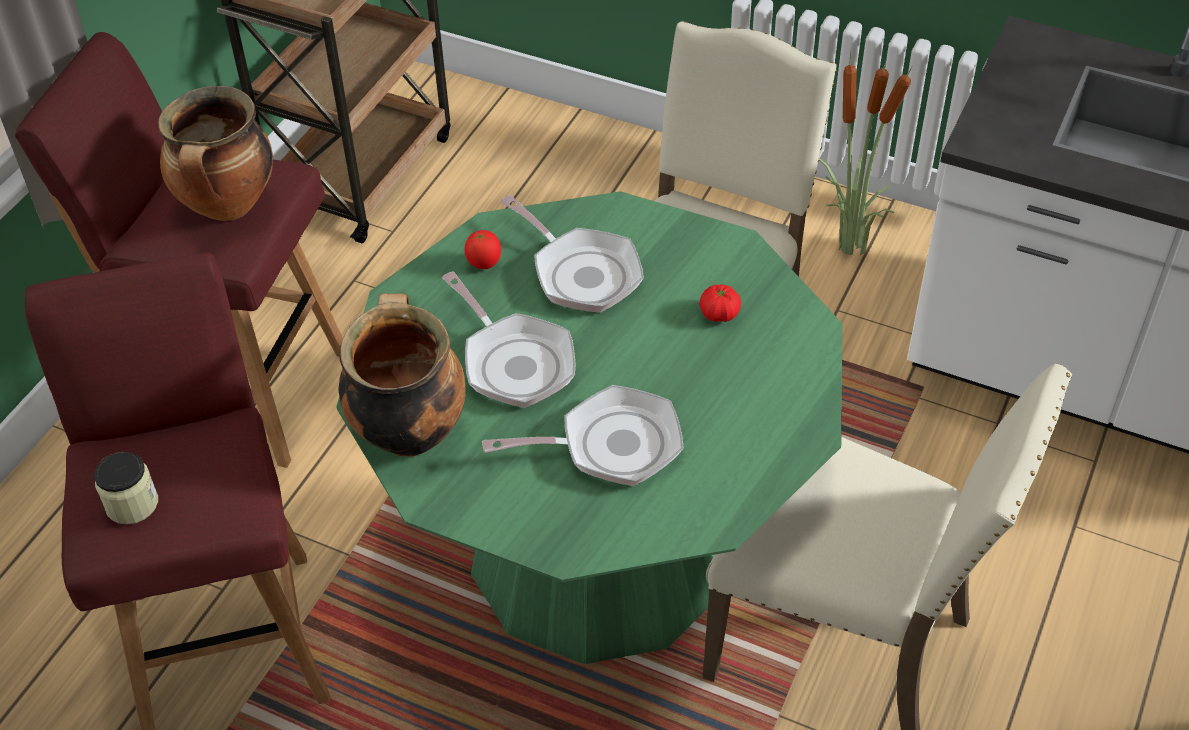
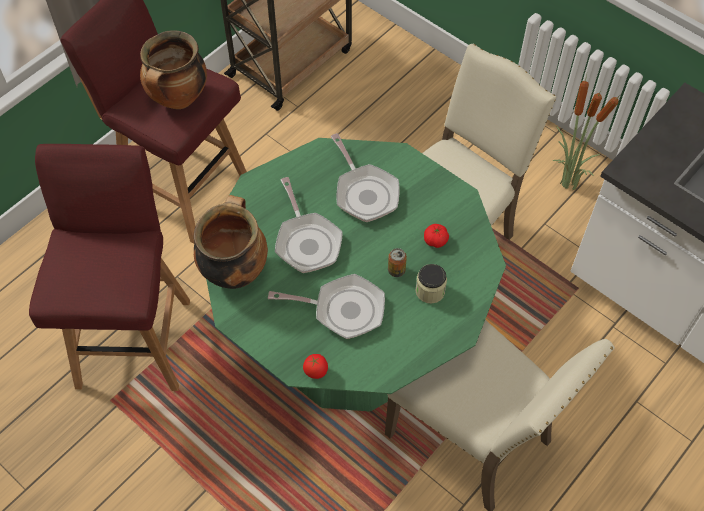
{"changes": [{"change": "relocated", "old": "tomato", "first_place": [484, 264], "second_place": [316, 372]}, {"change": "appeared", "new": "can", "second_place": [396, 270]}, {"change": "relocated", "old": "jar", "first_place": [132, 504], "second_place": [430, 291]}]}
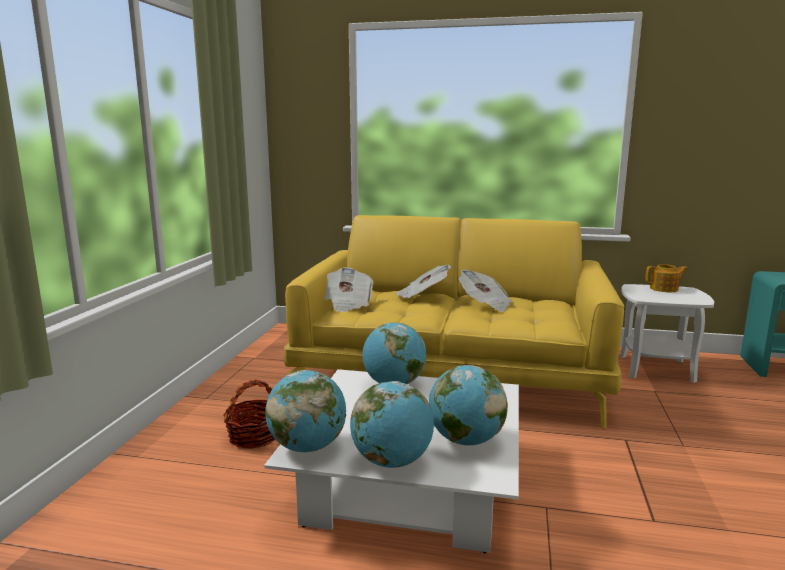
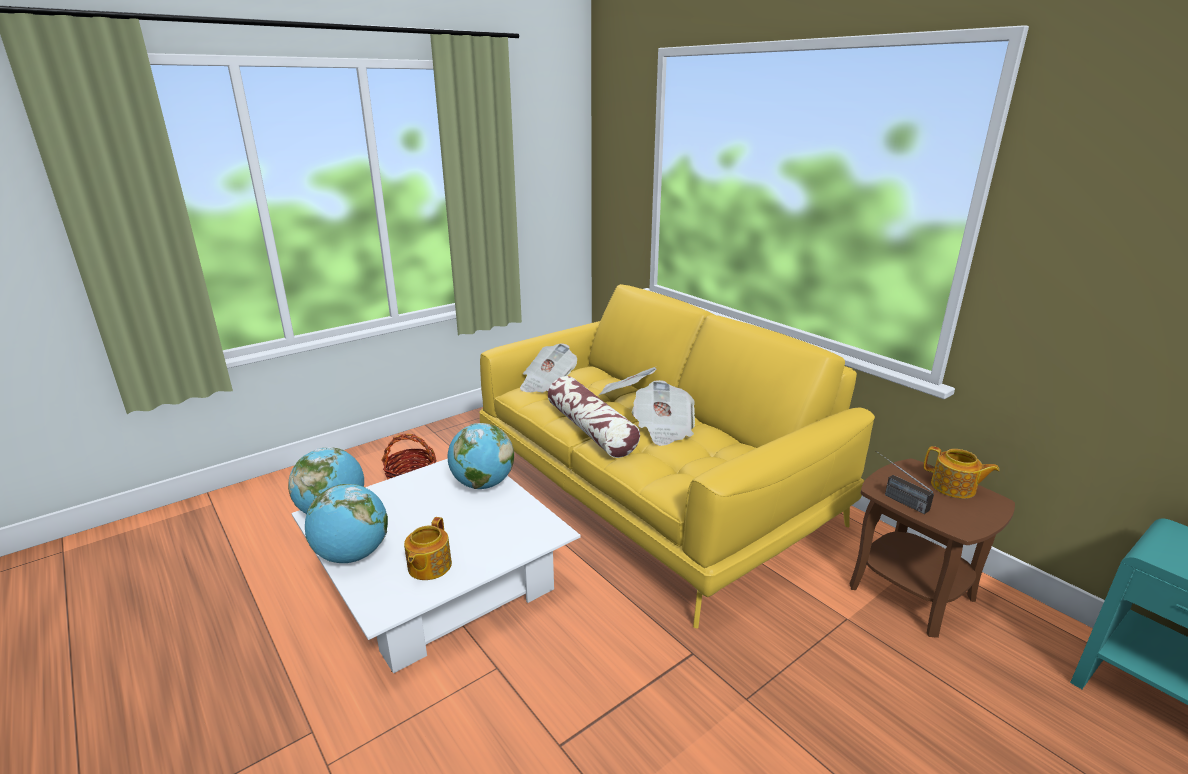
{"changes": [{"change": "exchanged", "old": "globe", "new": "teapot", "first_place": [465, 440], "second_place": [428, 566]}, {"change": "appeared", "new": "pillow", "second_place": [591, 430]}, {"change": "colour", "old": "white side table", "new": "brown side table", "first_place": [656, 368], "second_place": [911, 592]}, {"change": "appeared", "new": "radio", "second_place": [895, 498]}]}
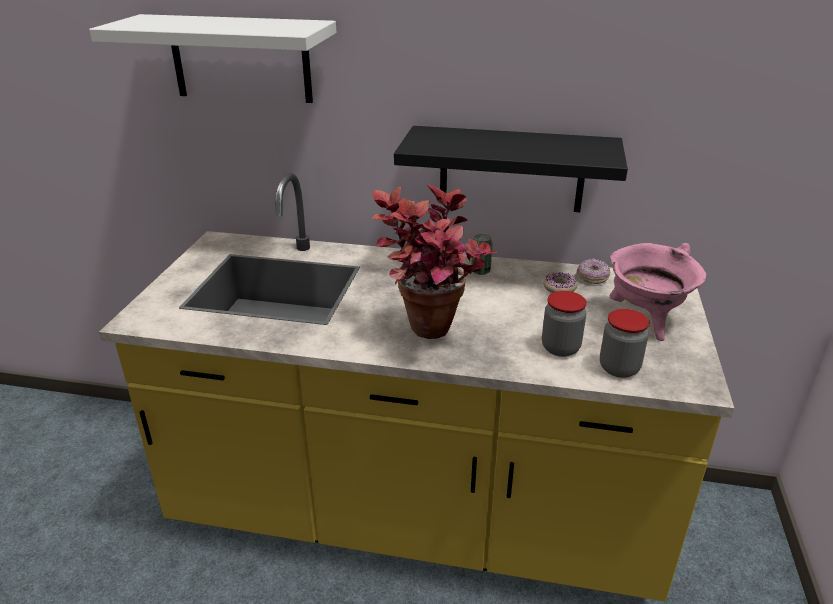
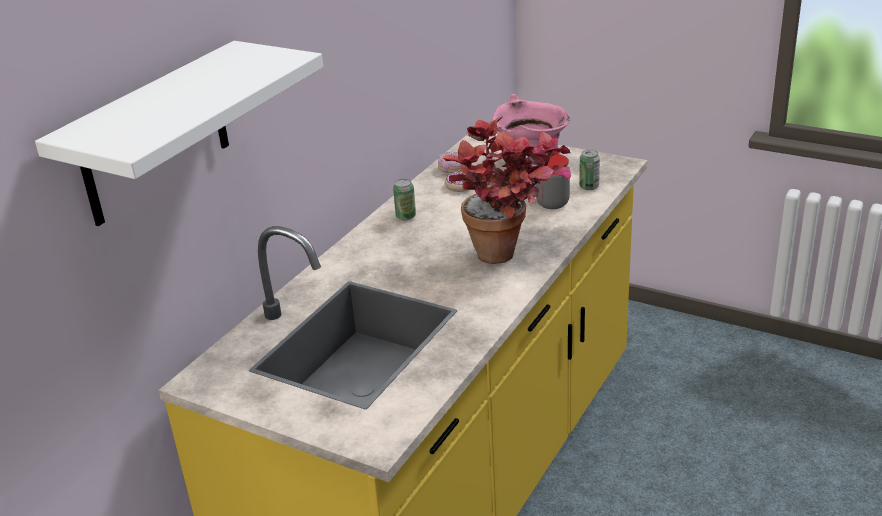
{"changes": [{"change": "exchanged", "old": "jar", "new": "can", "first_place": [619, 368], "second_place": [589, 186]}, {"change": "missing", "old": "black shelf", "first_place": [511, 169]}]}
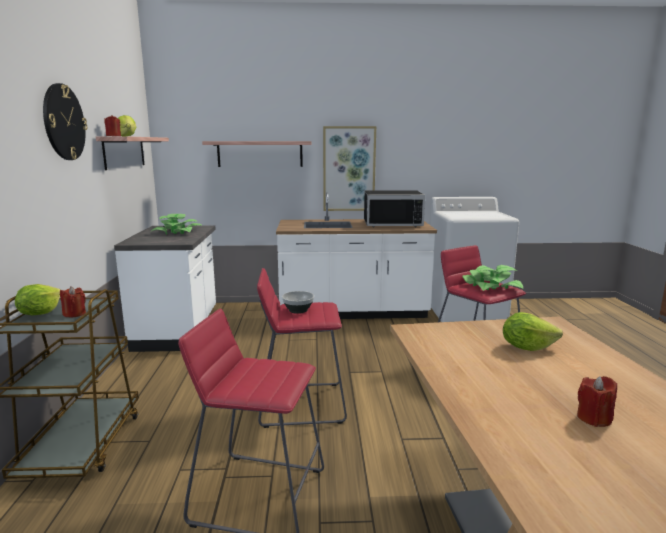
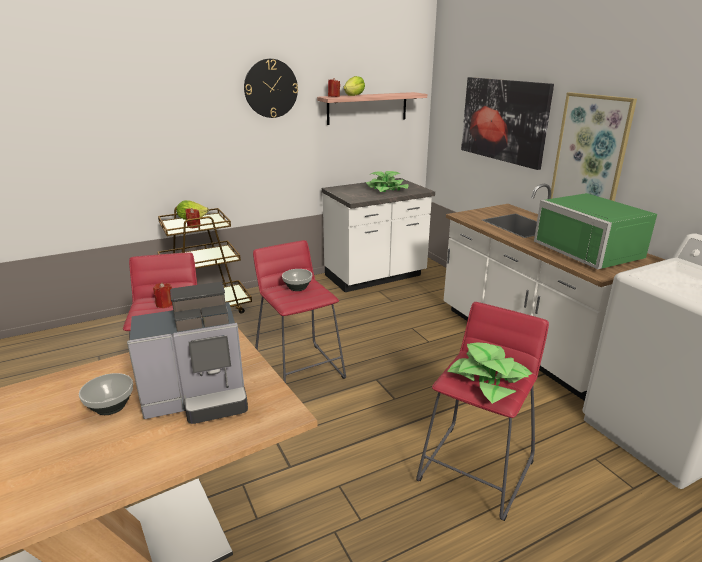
{"changes": [{"change": "appeared", "new": "bowl", "second_place": [111, 406]}, {"change": "exchanged", "old": "lettuce", "new": "coffee machine", "first_place": [527, 347], "second_place": [199, 398]}, {"change": "relocated", "old": "red candle", "first_place": [594, 418], "second_place": [164, 304]}, {"change": "exchanged", "old": "shelf", "new": "picture", "first_place": [260, 154], "second_place": [503, 120]}, {"change": "colour", "old": "black microwave", "new": "green microwave", "first_place": [392, 223], "second_place": [592, 251]}]}
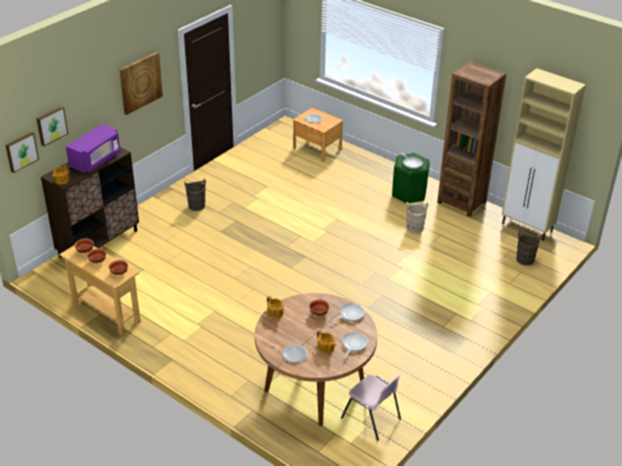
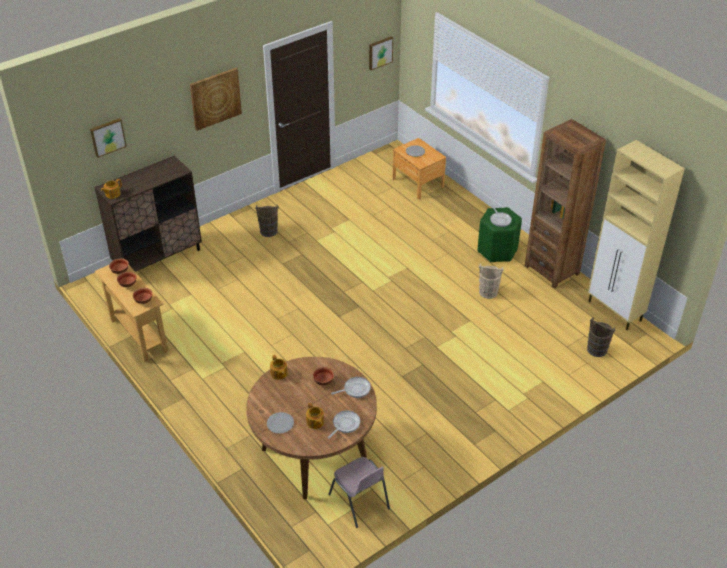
{"changes": [{"change": "relocated", "old": "picture", "first_place": [21, 151], "second_place": [380, 52]}, {"change": "missing", "old": "purple microwave", "first_place": [96, 160]}]}
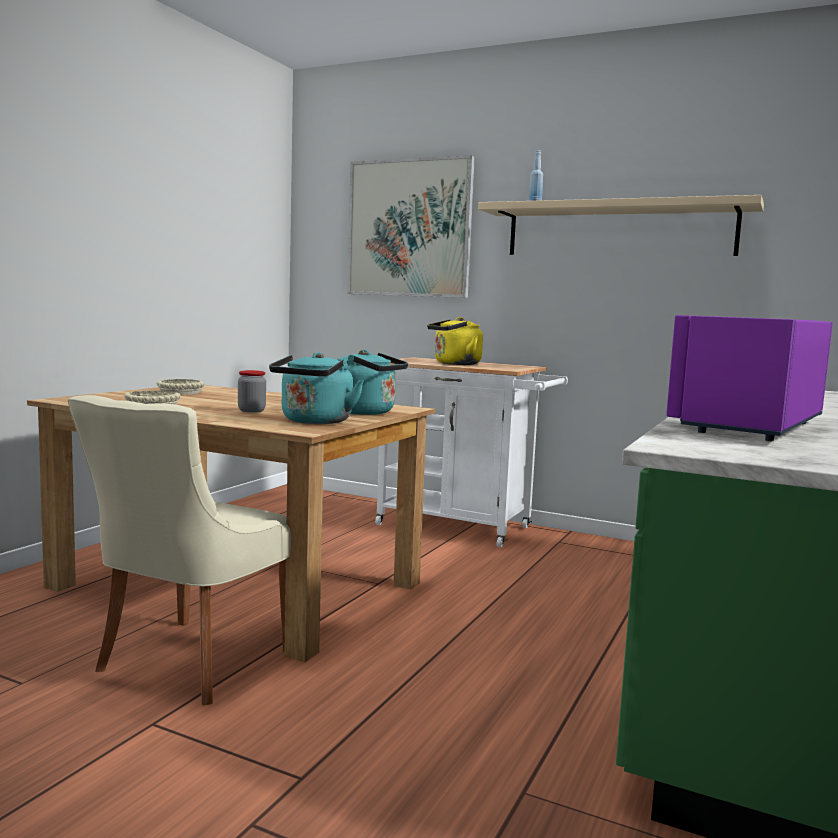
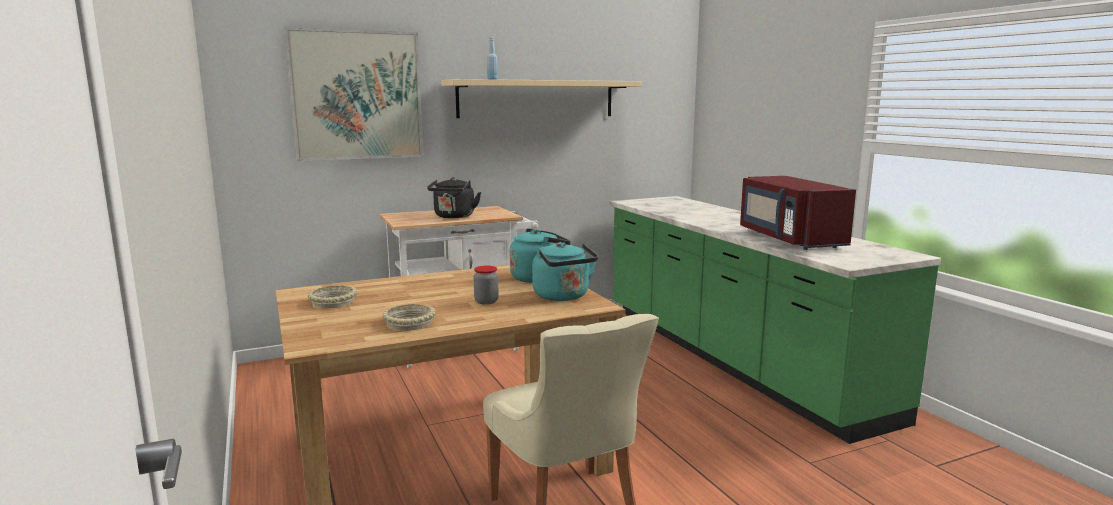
{"changes": [{"change": "colour", "old": "yellow kettle", "new": "black kettle", "first_place": [454, 364], "second_place": [453, 217]}, {"change": "colour", "old": "purple microwave", "new": "red microwave", "first_place": [746, 426], "second_place": [789, 239]}]}
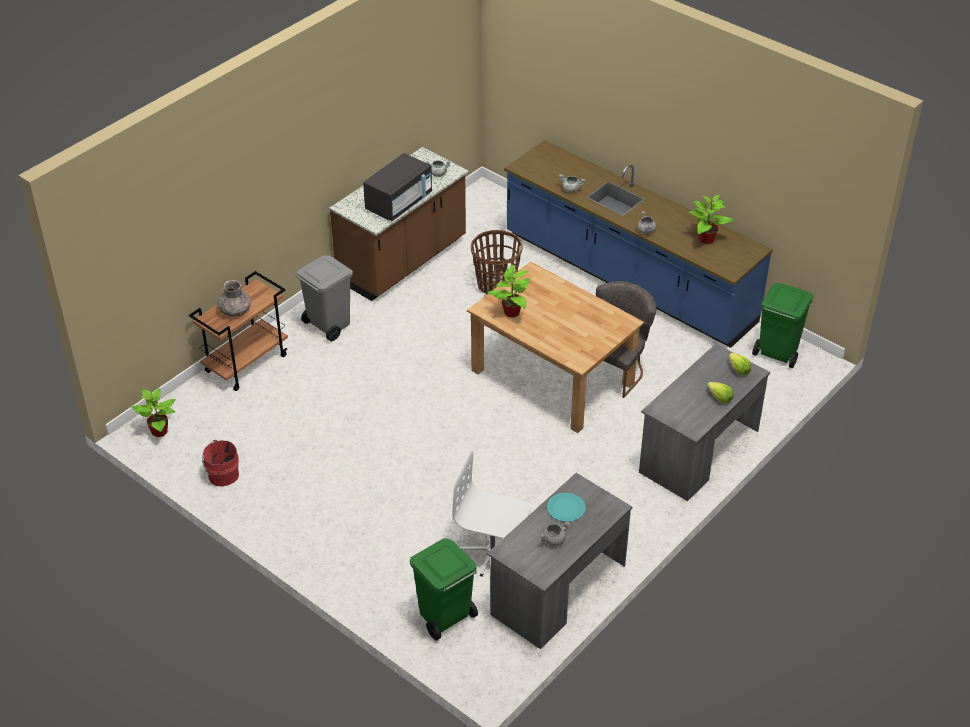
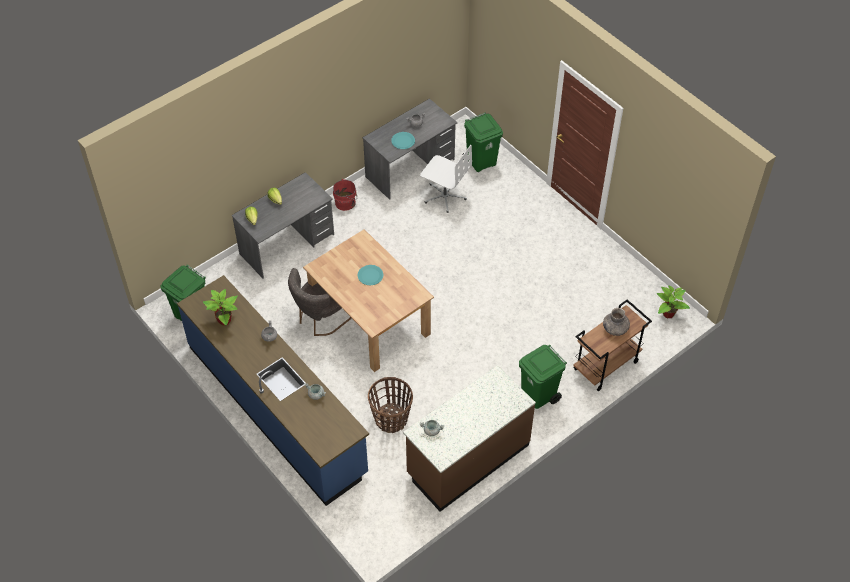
{"changes": [{"change": "relocated", "old": "red bucket", "first_place": [222, 475], "second_place": [346, 202]}, {"change": "appeared", "new": "turquoise plate", "second_place": [370, 275]}, {"change": "colour", "old": "grey trash can", "new": "green trash can", "first_place": [328, 325], "second_place": [539, 395]}, {"change": "missing", "old": "black microwave", "first_place": [399, 203]}, {"change": "missing", "old": "potted plant", "first_place": [511, 312]}]}
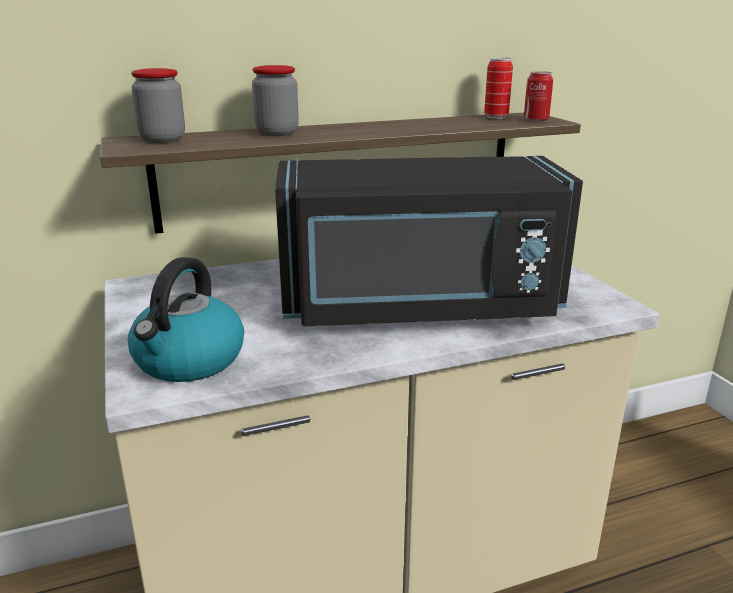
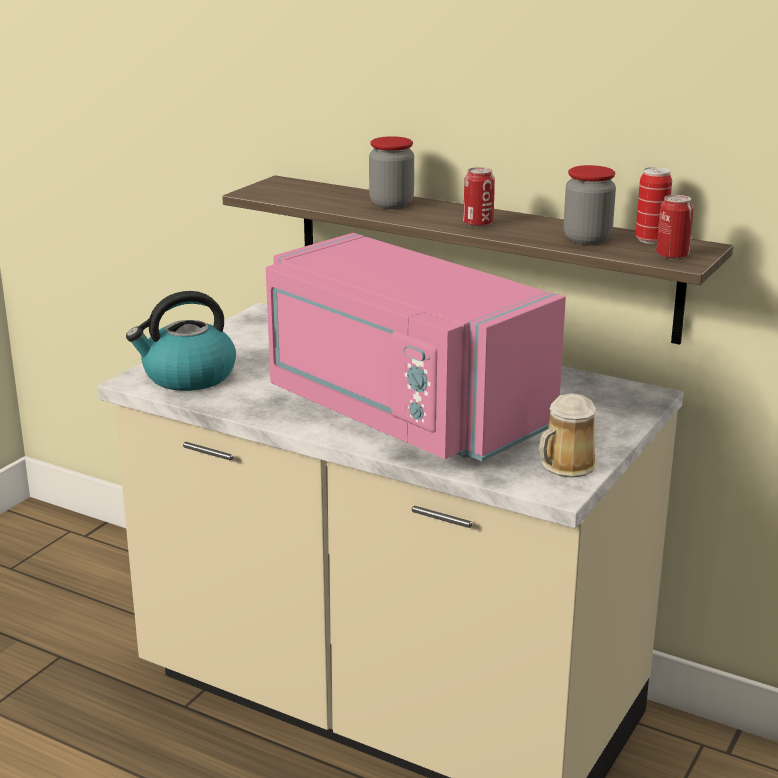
{"changes": [{"change": "colour", "old": "black microwave", "new": "pink microwave", "first_place": [419, 306], "second_place": [401, 412]}, {"change": "appeared", "new": "can", "second_place": [478, 224]}, {"change": "appeared", "new": "mug", "second_place": [565, 466]}, {"change": "relocated", "old": "jar", "first_place": [162, 139], "second_place": [587, 239]}]}
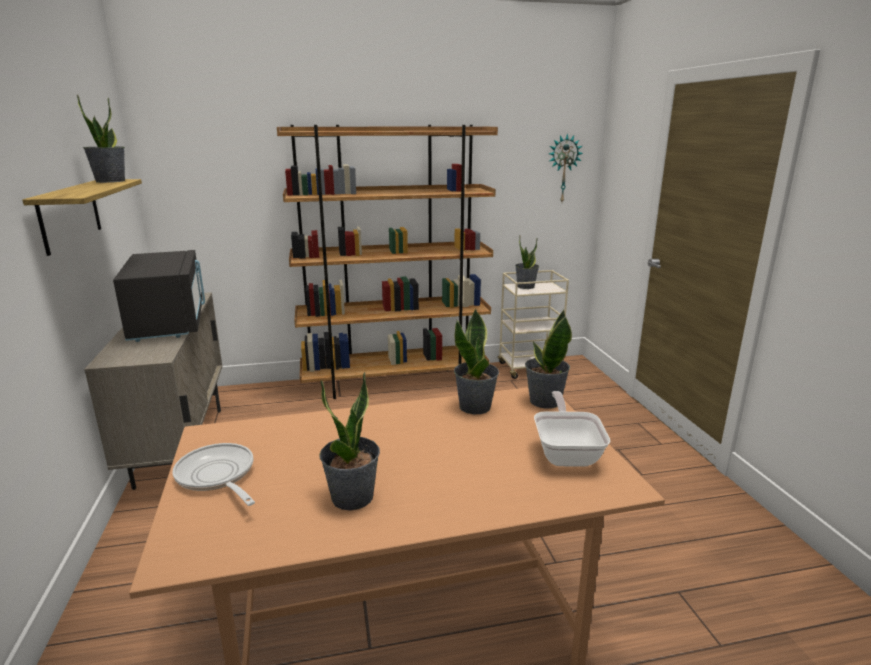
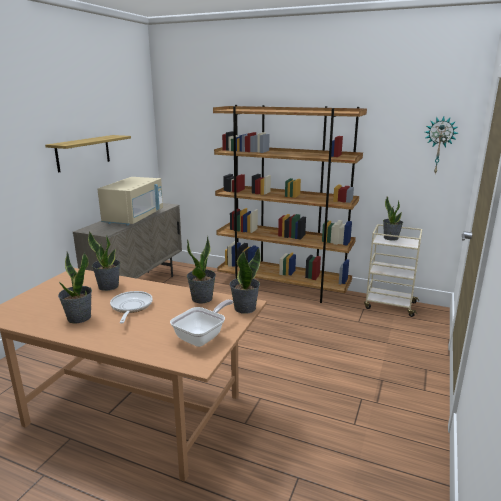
{"changes": [{"change": "relocated", "old": "potted plant", "first_place": [110, 181], "second_place": [108, 286]}, {"change": "colour", "old": "black microwave", "new": "beige microwave", "first_place": [169, 323], "second_place": [134, 217]}, {"change": "relocated", "old": "frying pan", "first_place": [217, 476], "second_place": [131, 307]}]}
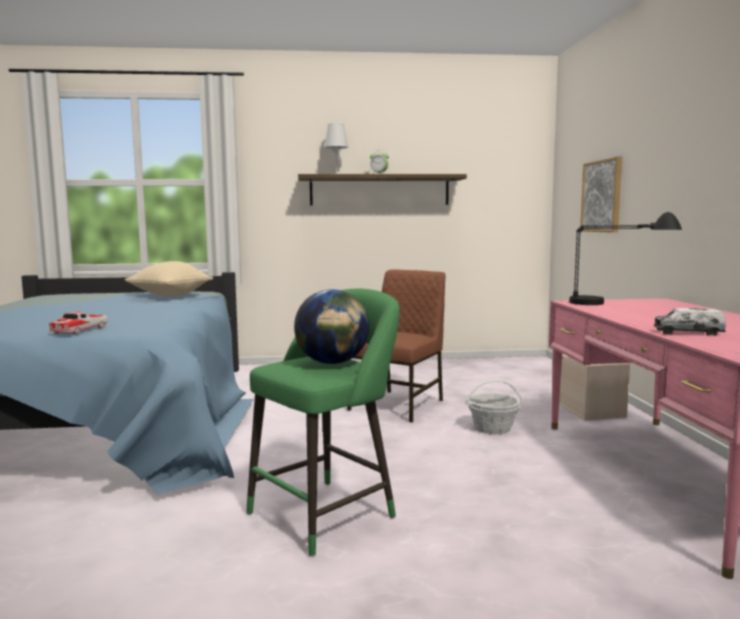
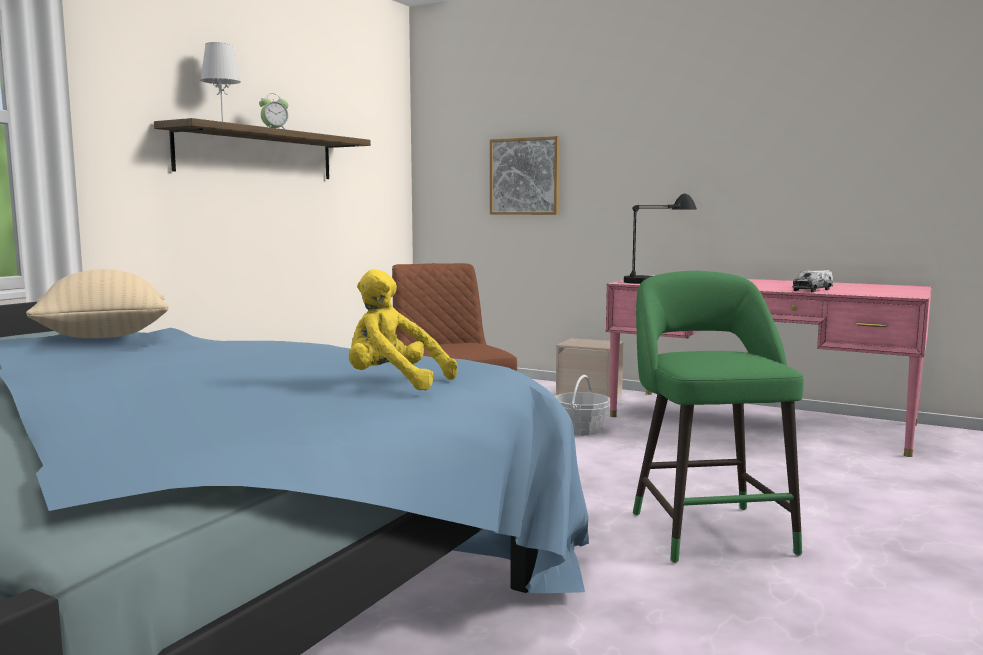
{"changes": [{"change": "exchanged", "old": "toy car", "new": "yellow plush toy", "first_place": [80, 330], "second_place": [393, 383]}, {"change": "missing", "old": "globe", "first_place": [332, 363]}]}
